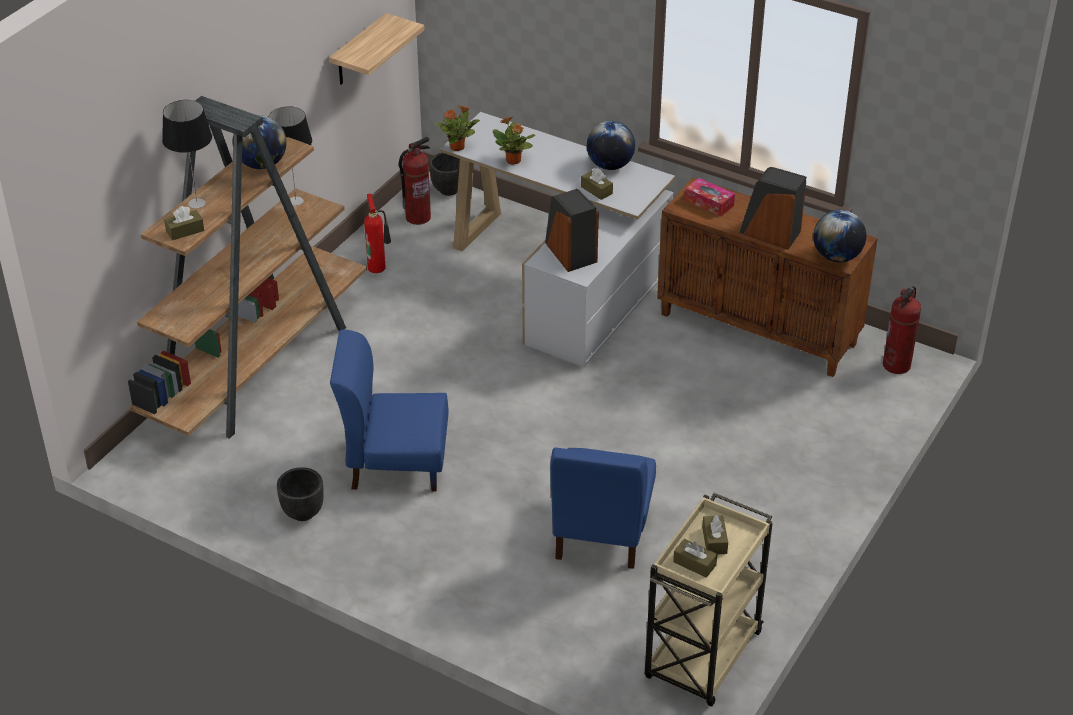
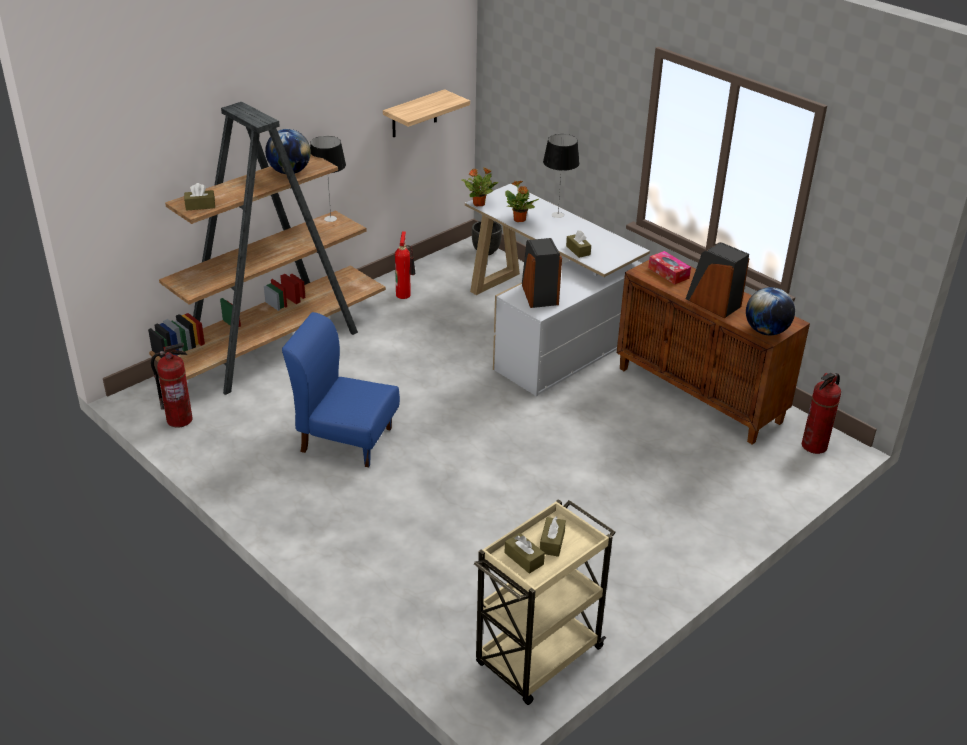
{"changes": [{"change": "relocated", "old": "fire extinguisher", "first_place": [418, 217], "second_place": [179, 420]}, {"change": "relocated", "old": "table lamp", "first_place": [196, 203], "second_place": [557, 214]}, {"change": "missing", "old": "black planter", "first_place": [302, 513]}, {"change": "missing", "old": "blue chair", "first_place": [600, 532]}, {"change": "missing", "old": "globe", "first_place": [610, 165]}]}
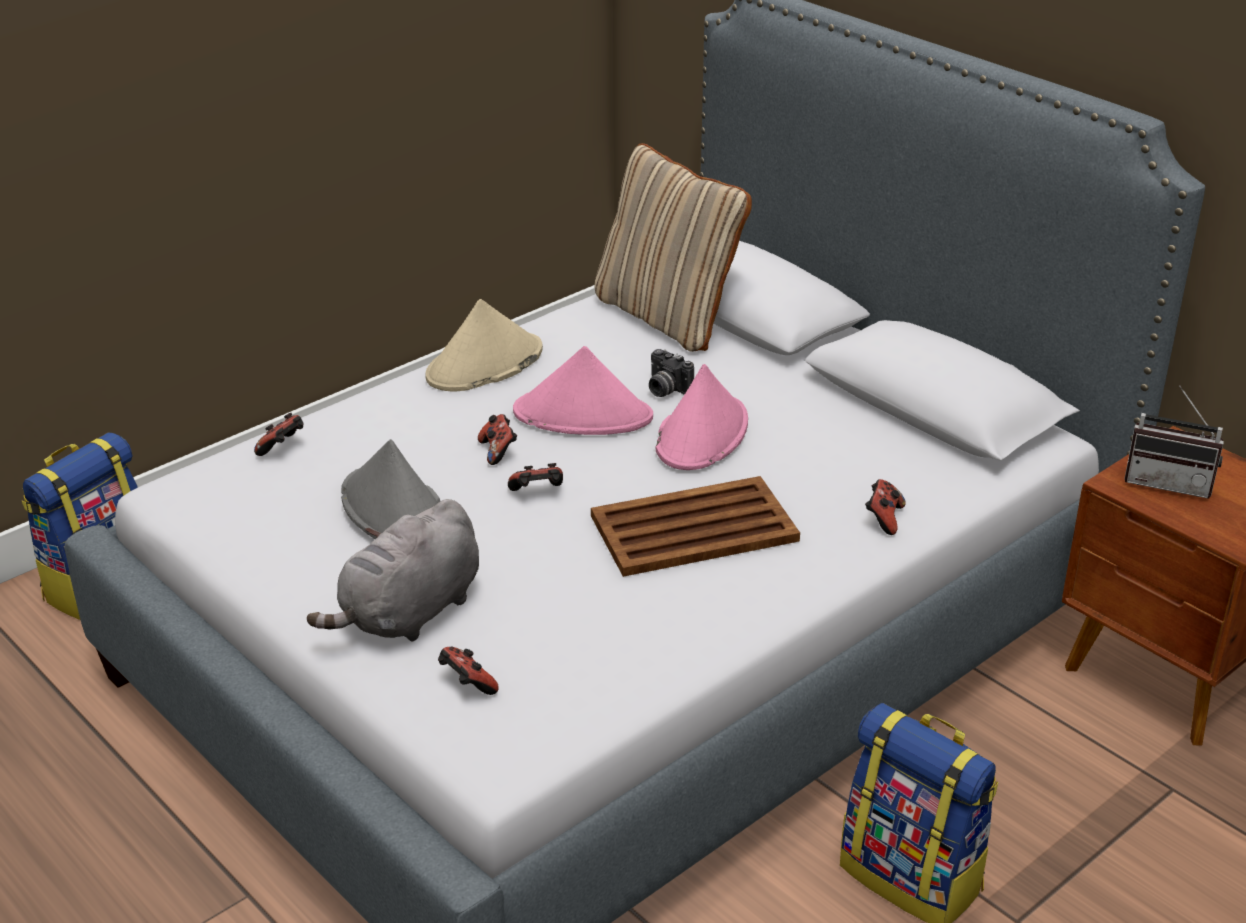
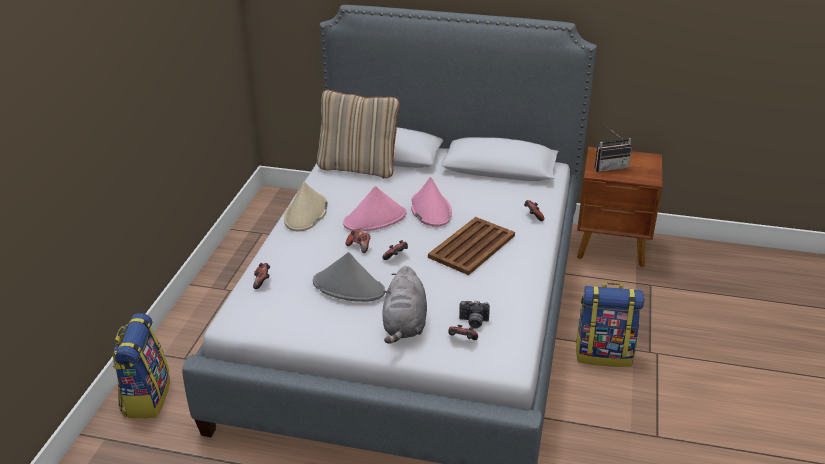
{"changes": [{"change": "relocated", "old": "photo camera", "first_place": [665, 390], "second_place": [473, 322]}]}
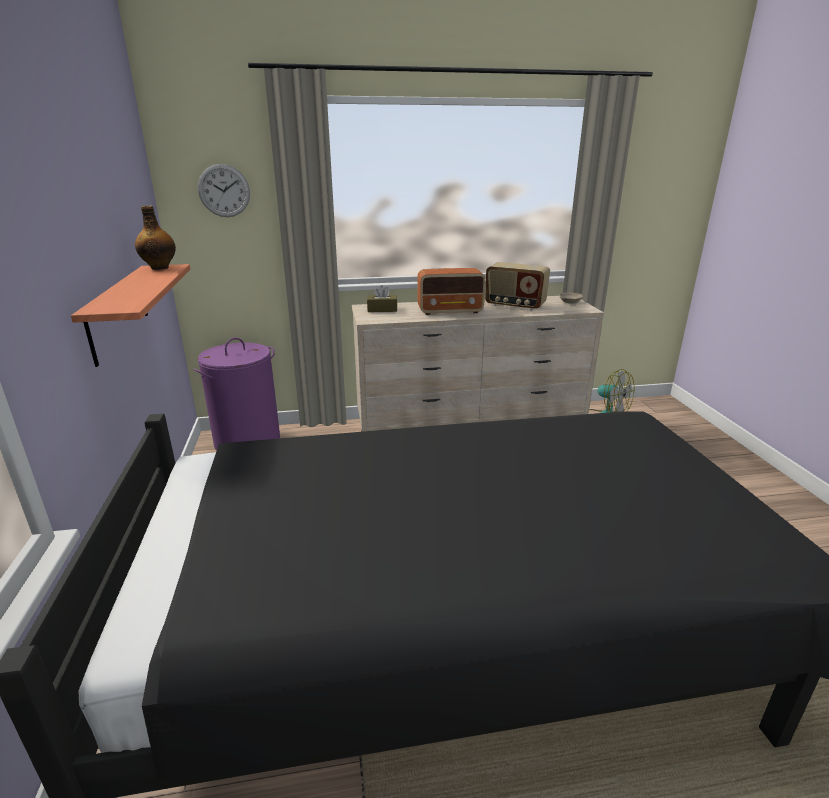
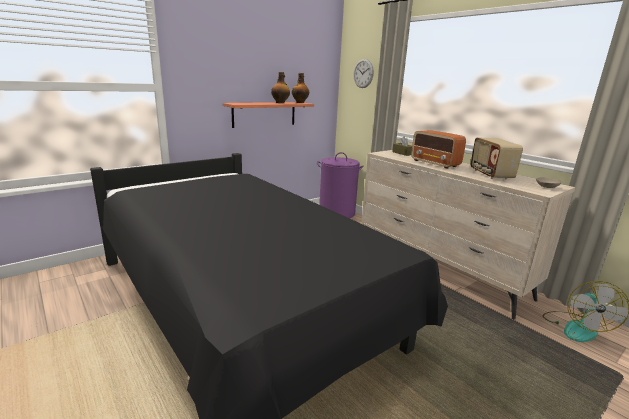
{"changes": [{"change": "appeared", "new": "bottle", "second_place": [280, 102]}]}
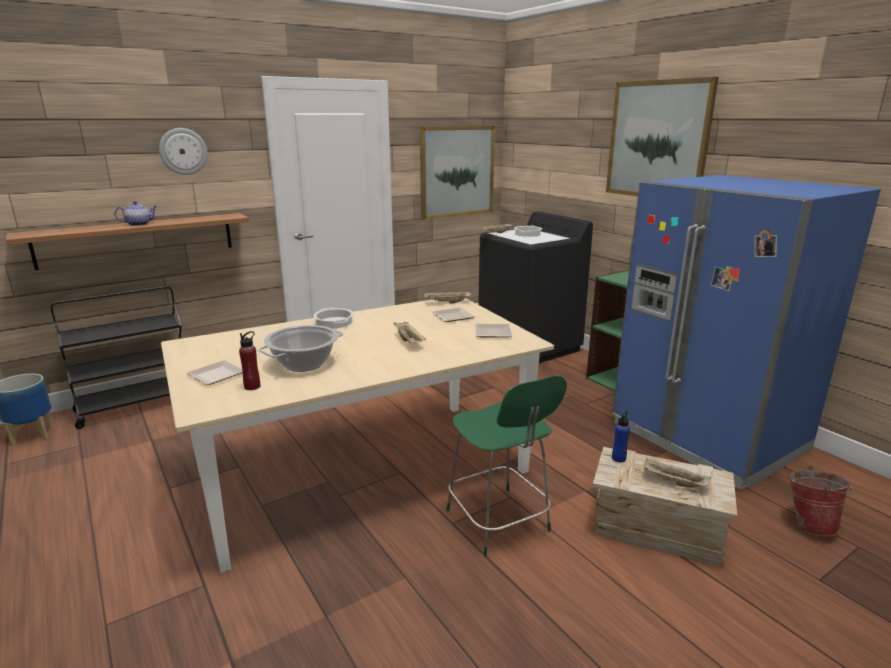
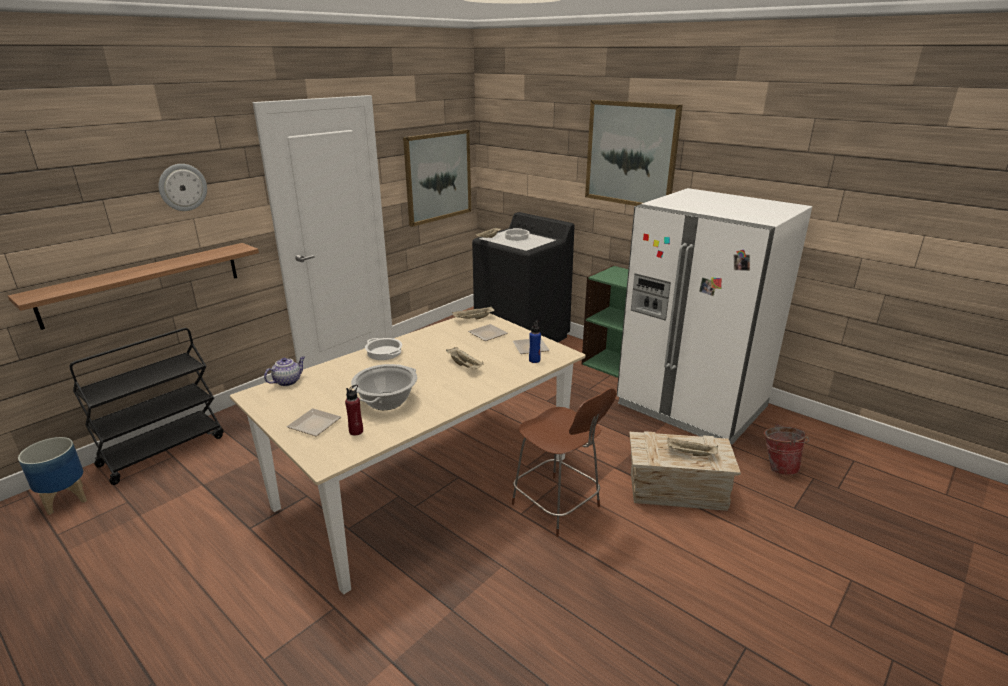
{"changes": [{"change": "relocated", "old": "teapot", "first_place": [139, 224], "second_place": [288, 381]}, {"change": "colour", "old": "green chair", "new": "brown chair", "first_place": [499, 523], "second_place": [558, 506]}, {"change": "relocated", "old": "blue bottle", "first_place": [618, 458], "second_place": [534, 360]}, {"change": "colour", "old": "blue fridge", "new": "white fridge", "first_place": [707, 437], "second_place": [691, 406]}]}
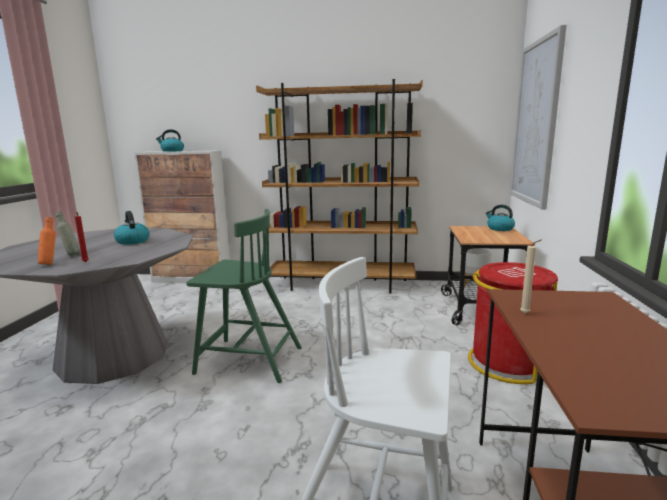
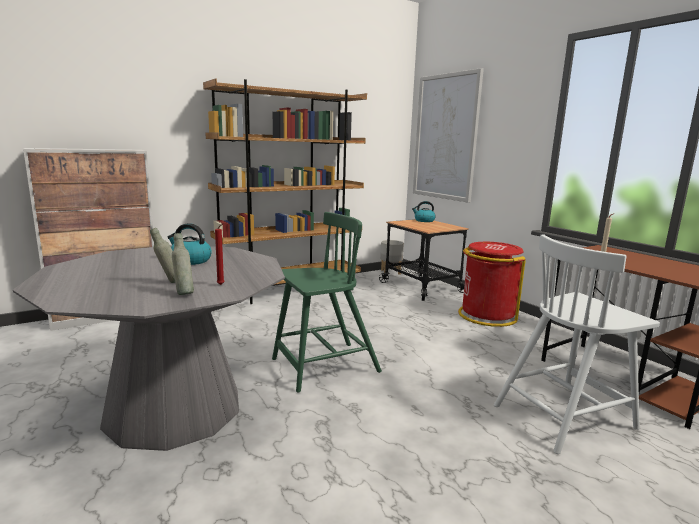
{"changes": [{"change": "colour", "old": "orange bottle", "new": "grey bottle", "first_place": [50, 264], "second_place": [184, 293]}, {"change": "missing", "old": "kettle", "first_place": [172, 151]}]}
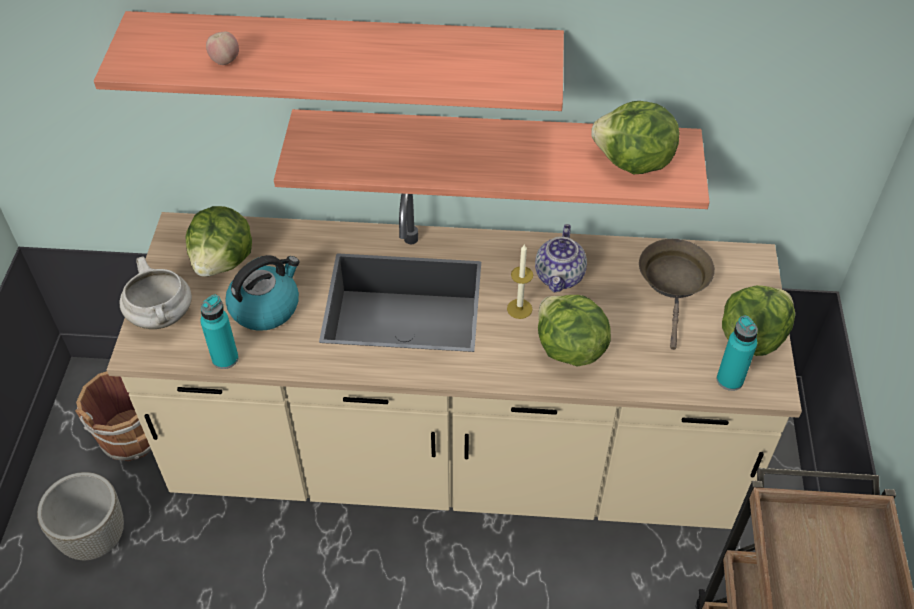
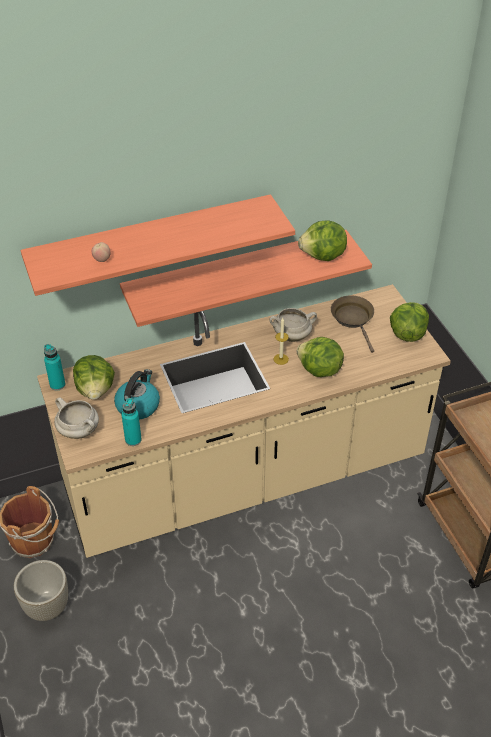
{"changes": [{"change": "relocated", "old": "turquoise bottle", "first_place": [729, 380], "second_place": [57, 385]}, {"change": "exchanged", "old": "teapot", "new": "white cooking pot", "first_place": [560, 276], "second_place": [292, 336]}]}
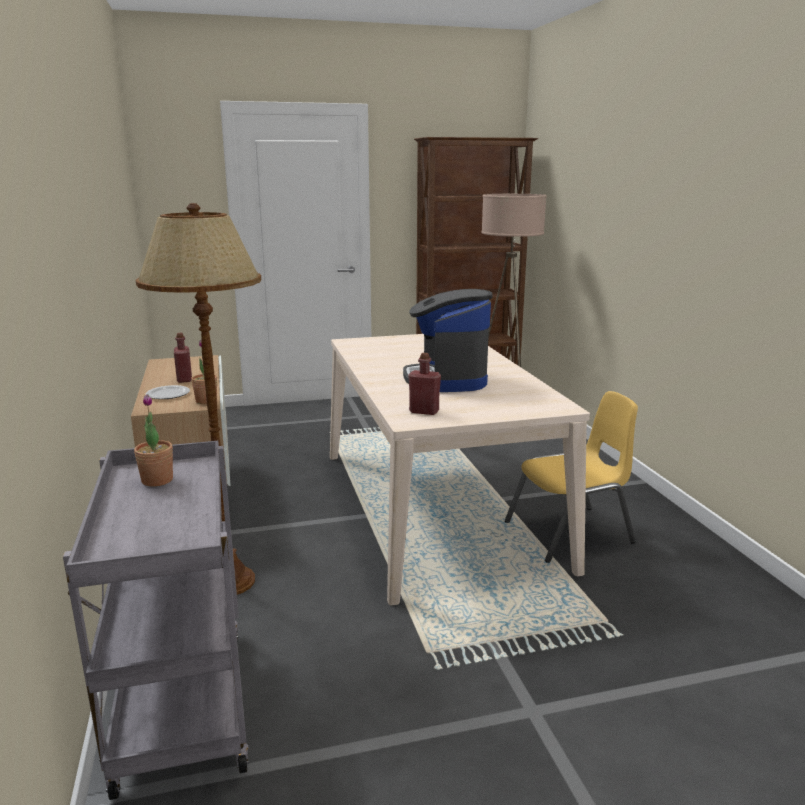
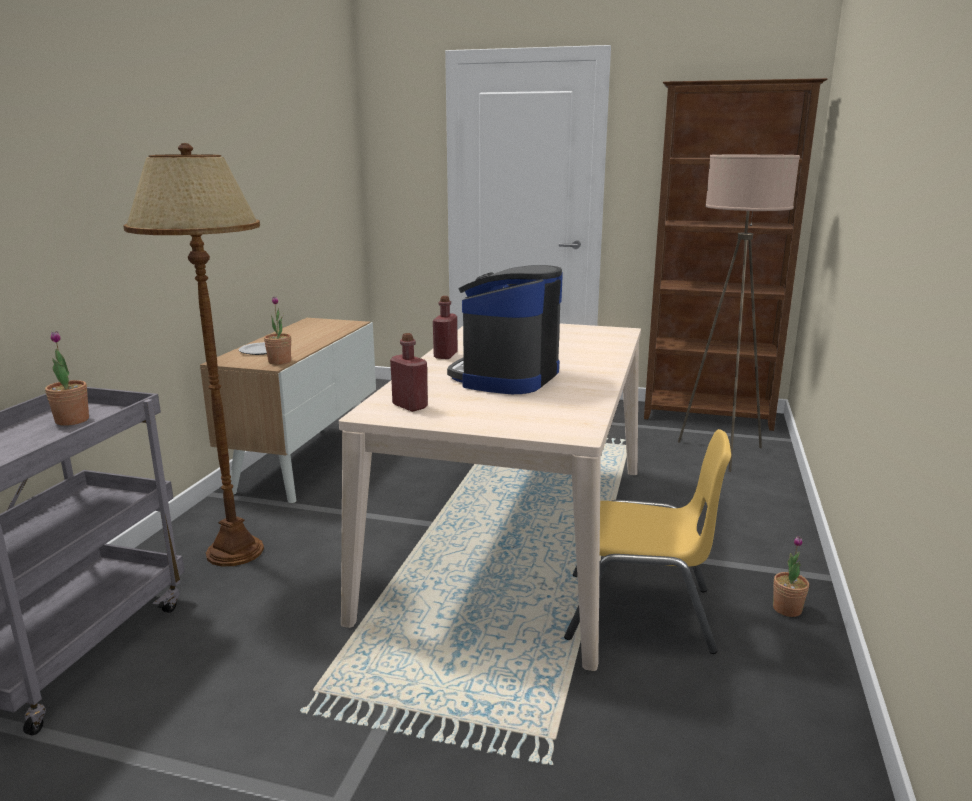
{"changes": [{"change": "relocated", "old": "red bottle", "first_place": [184, 379], "second_place": [445, 355]}, {"change": "appeared", "new": "potted plant", "second_place": [787, 609]}]}
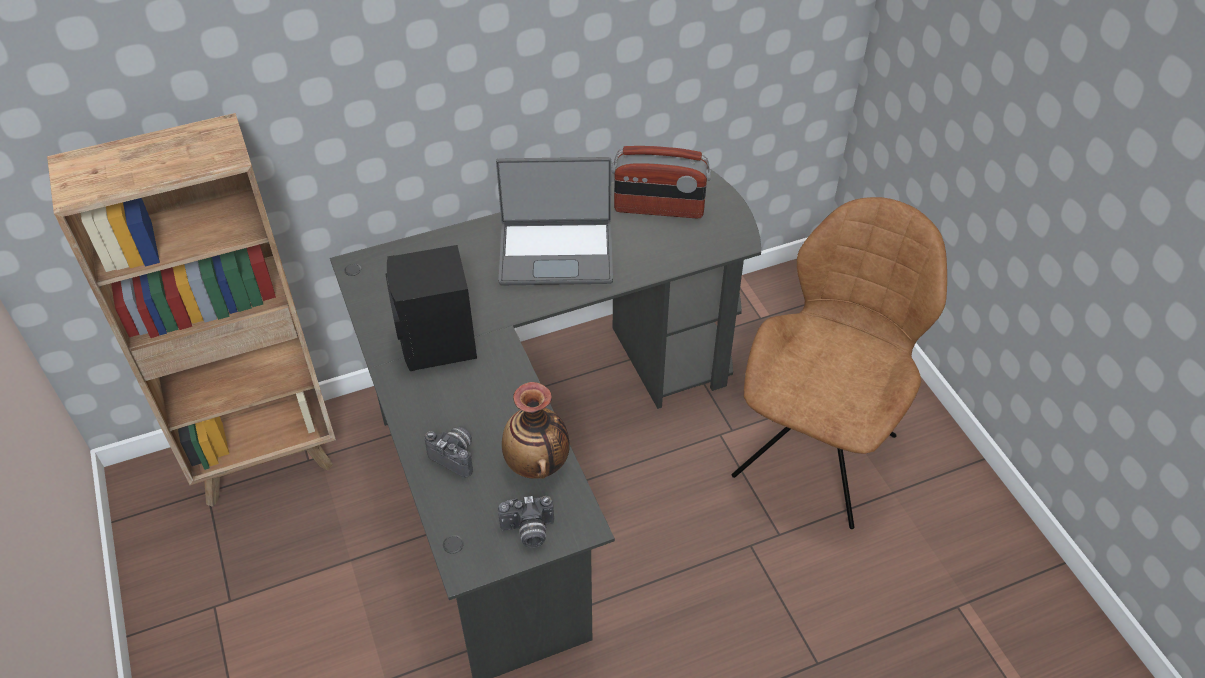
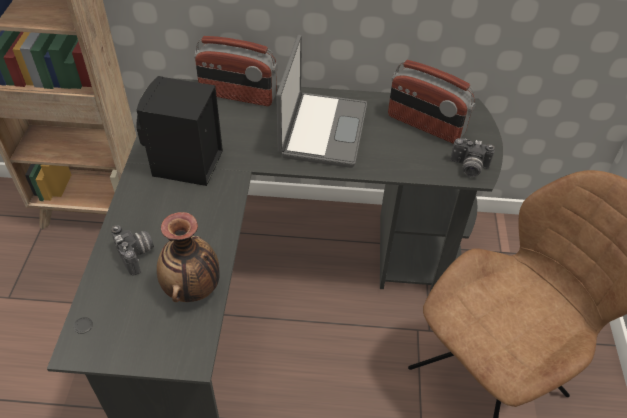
{"changes": [{"change": "appeared", "new": "radio", "second_place": [238, 95]}, {"change": "spun", "old": "laptop", "first_place": [556, 253], "second_place": [321, 130], "degrees": -105}, {"change": "relocated", "old": "photo camera", "first_place": [528, 532], "second_place": [468, 168]}]}
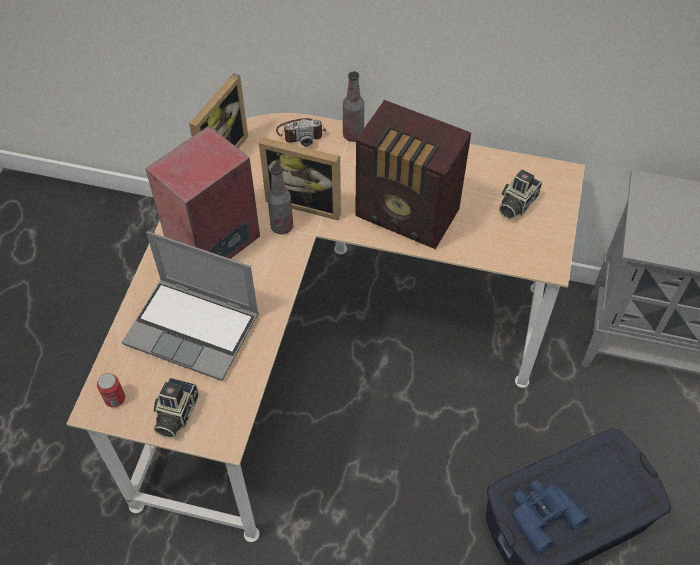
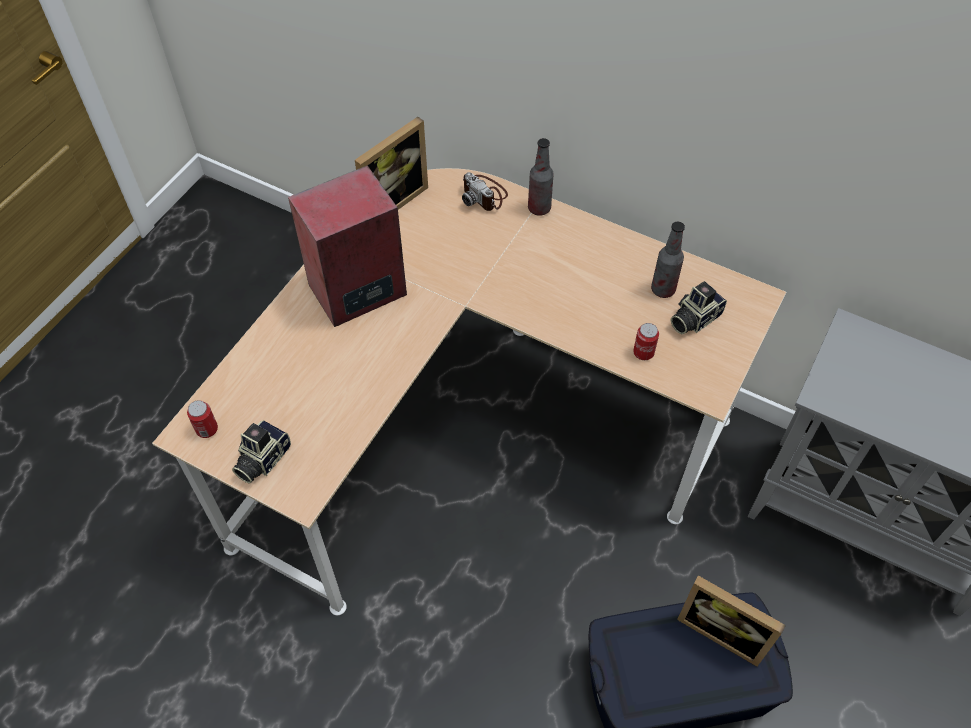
{"changes": [{"change": "spun", "old": "photo camera", "first_place": [301, 133], "second_place": [484, 195], "degrees": 45}, {"change": "appeared", "new": "can", "second_place": [643, 353]}, {"change": "relocated", "old": "bottle", "first_place": [282, 226], "second_place": [663, 289]}, {"change": "relocated", "old": "picture frame", "first_place": [306, 201], "second_place": [723, 630]}, {"change": "missing", "old": "laptop", "first_place": [194, 329]}, {"change": "missing", "old": "radio", "first_place": [408, 215]}, {"change": "missing", "old": "blue binoculars", "first_place": [541, 514]}]}
